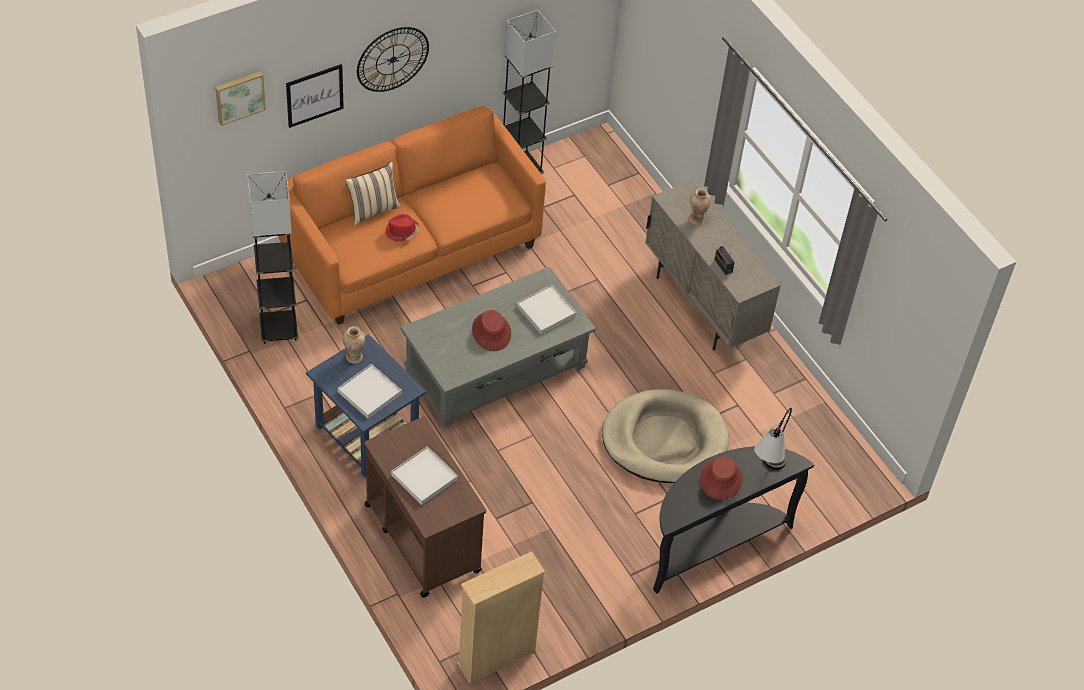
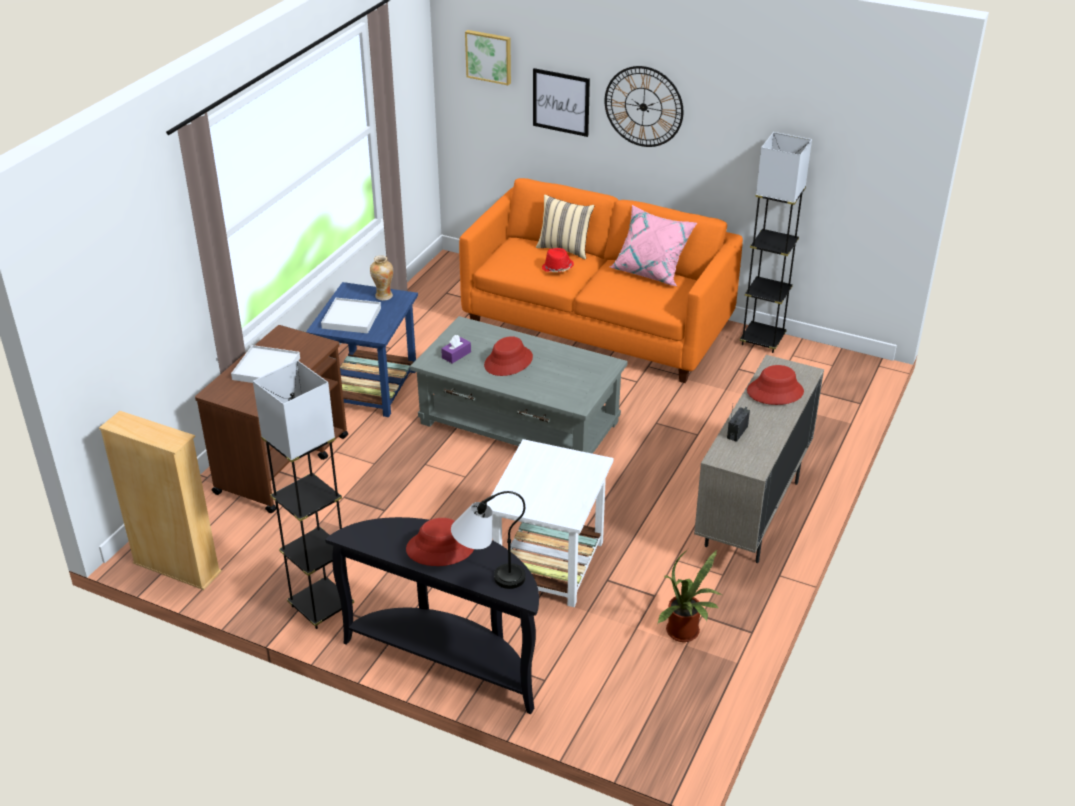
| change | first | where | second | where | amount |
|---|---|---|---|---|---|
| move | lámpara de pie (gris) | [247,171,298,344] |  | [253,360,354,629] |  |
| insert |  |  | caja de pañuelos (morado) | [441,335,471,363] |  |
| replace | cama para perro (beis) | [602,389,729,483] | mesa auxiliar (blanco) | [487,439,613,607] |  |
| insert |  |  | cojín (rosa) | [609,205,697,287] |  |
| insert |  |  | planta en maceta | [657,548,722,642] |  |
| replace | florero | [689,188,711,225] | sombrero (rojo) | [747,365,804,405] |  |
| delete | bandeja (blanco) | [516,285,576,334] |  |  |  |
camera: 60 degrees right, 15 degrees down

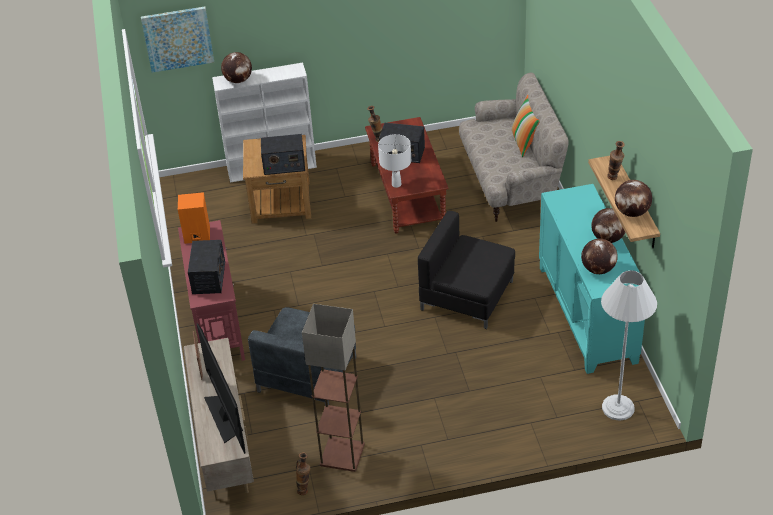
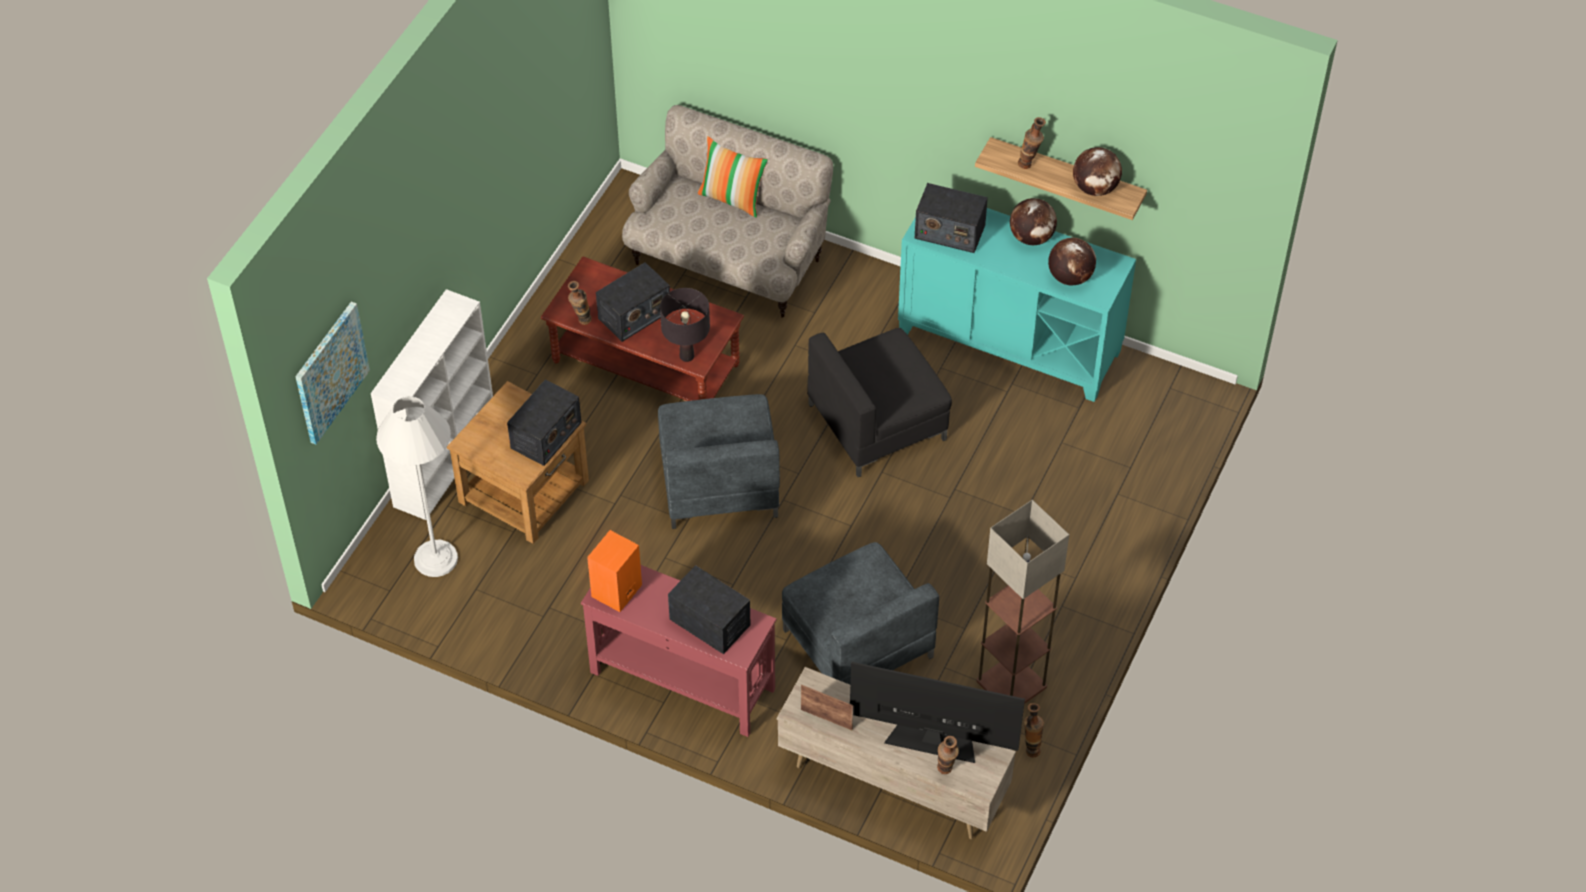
| change | first | where | second | where | amount |
|---|---|---|---|---|---|
| move | lámpara de pie (blanco) | [601,270,657,420] |  | [376,396,458,577] |  |
| insert |  |  | sillón (gris) | [658,394,780,529] |  |
| recolor | lámpara de mesa (blanco) | [378,134,411,188] | lámpara de mesa (negro) | [660,288,710,362] |  |
| insert |  |  | radio | [914,183,988,253] |  |
| insert |  |  | florero | [937,736,959,774] |  |
| delete | globo terráqueo | [221,52,252,83] |  |  |  |
camera: 55 degrees left, 10 degrees up

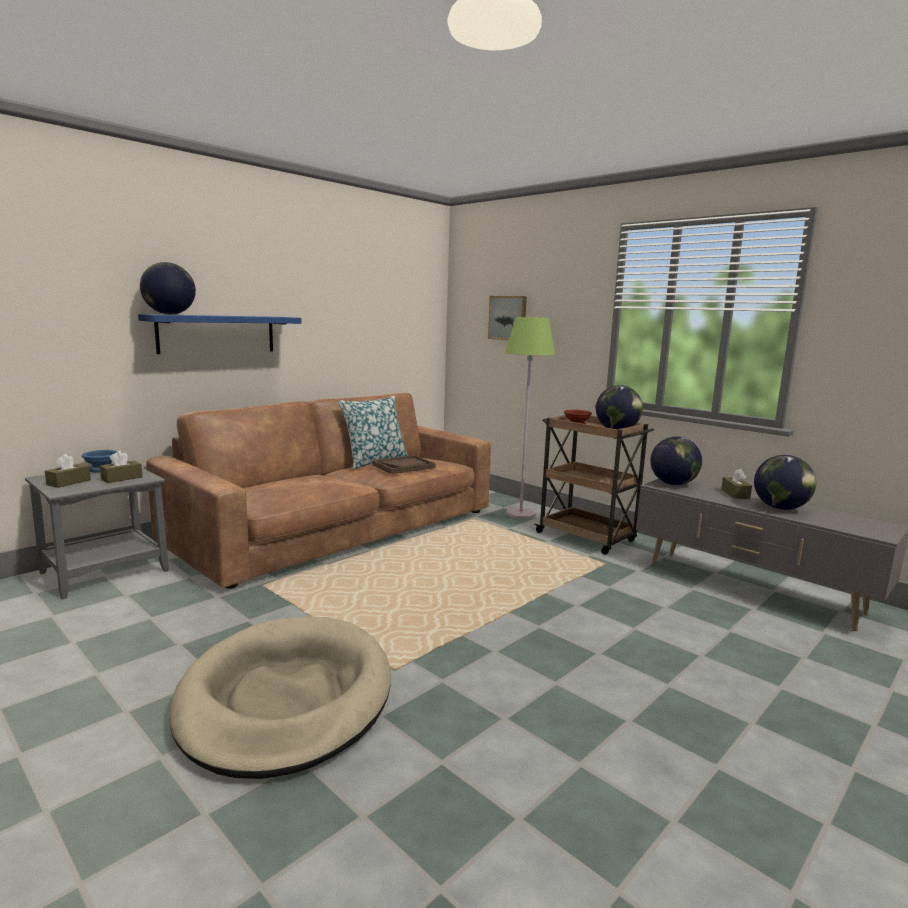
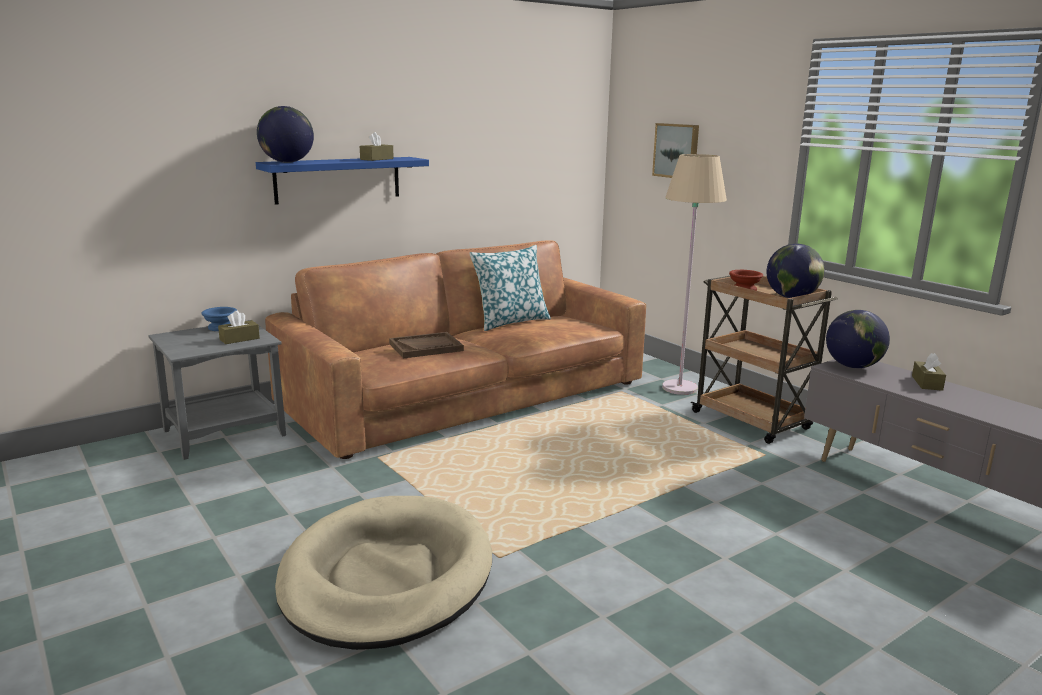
| change | first | where | second | where | amount |
|---|---|---|---|---|---|
| move | caja de pañuelos (marrón) | [45,454,91,488] |  | [360,132,394,161] |  |
| move | bandeja (marrón) | [372,455,436,474] |  | [389,332,464,358] |  |
| recolor | lámpara de pie (verde) | [505,317,556,519] | lámpara de pie (beis) | [662,154,727,395] |  |
| delete | globo terráqueo | [754,455,816,510] |  |  |  |
camera: 10 degrees right, 5 degrees up

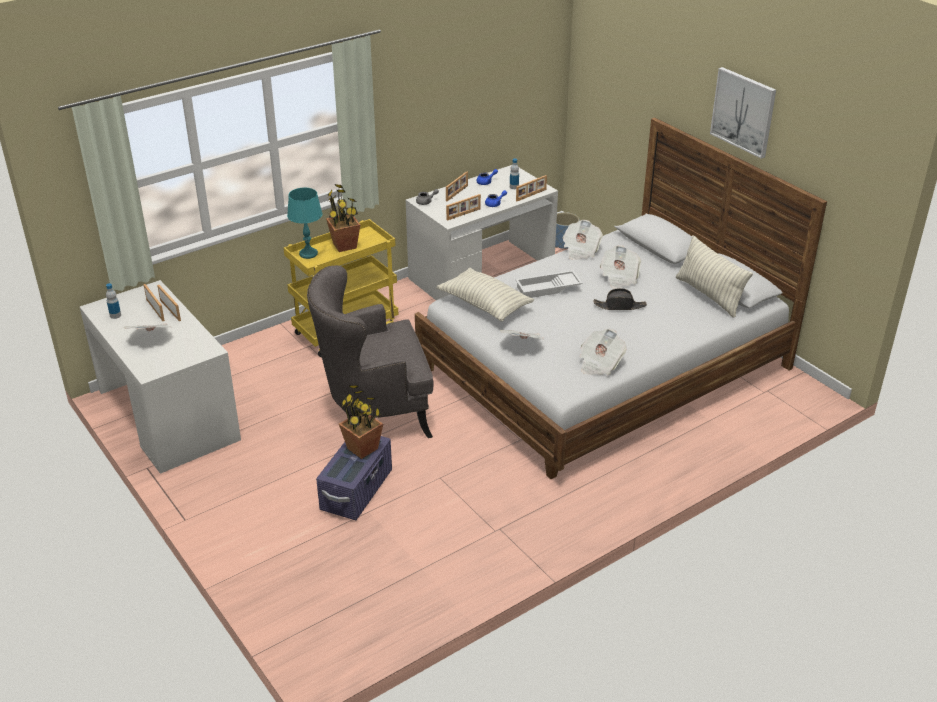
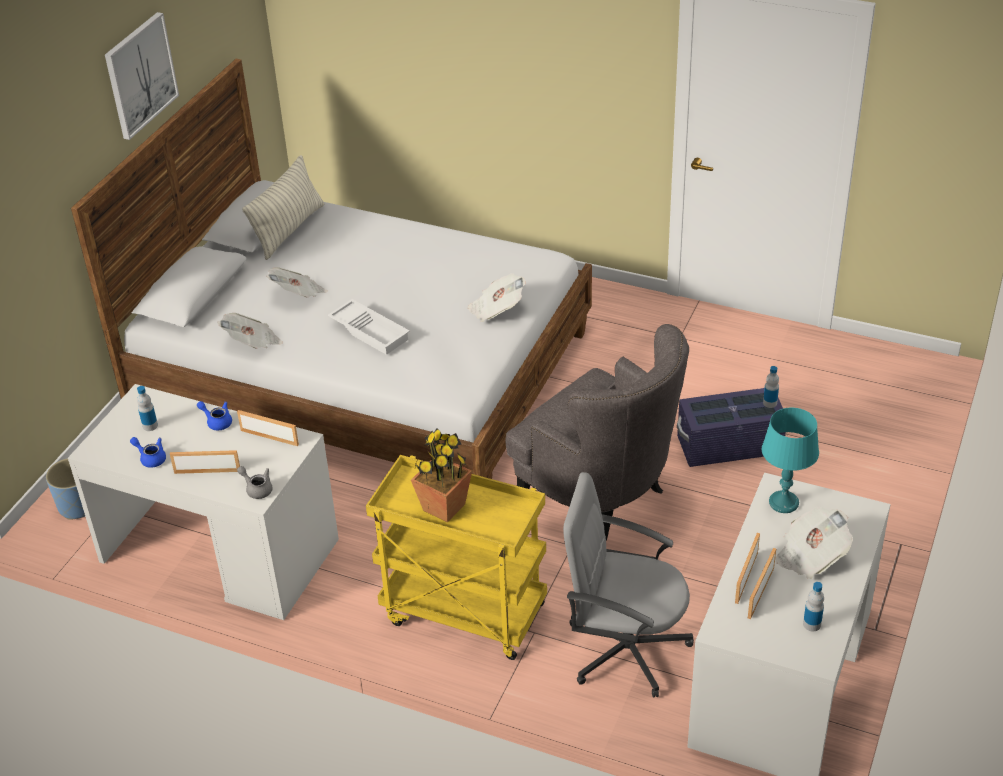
| change | first | where | second | where | amount |
|---|---|---|---|---|---|
| insert |  |  | silla de oficina (gris) | [563,472,694,698] |  |
| move | lámpara de mesa (turquesa) | [287,188,322,259] |  | [762,408,819,513] |  |
| insert |  |  | botella | [763,366,779,408] |  |
| delete | planta en maceta | [339,385,383,459] |  |  |  |
| delete | cojín | [436,268,534,322] |  |  |  |
| delete | portarretratos | [516,175,547,201] |  |  |  |
| delete | periódico | [580,329,626,375] |  |  |  |
| delete | sombrero (negro) | [594,288,647,310] |  |  |  |
camera: 120 degrees left, 5 degrees up

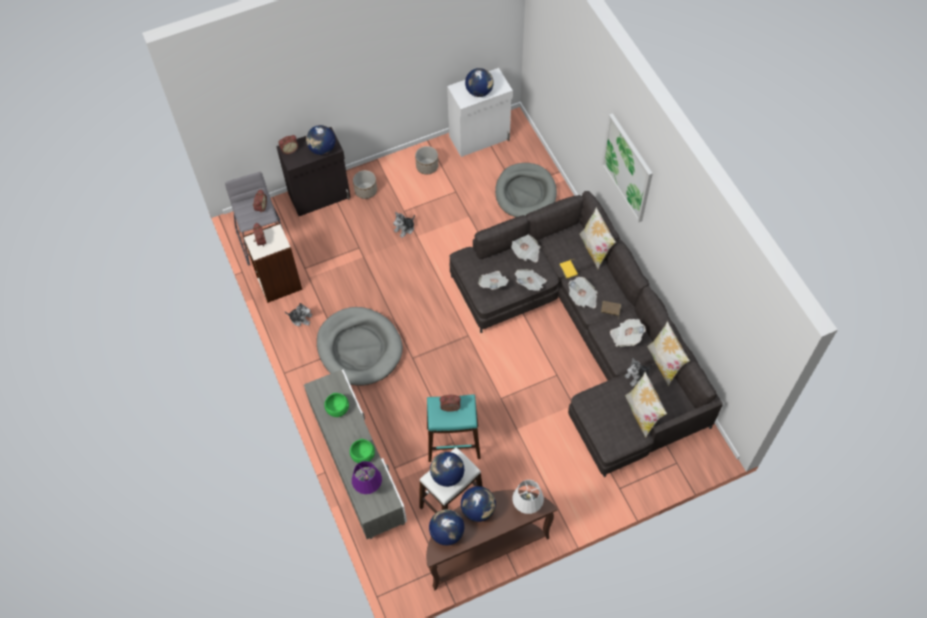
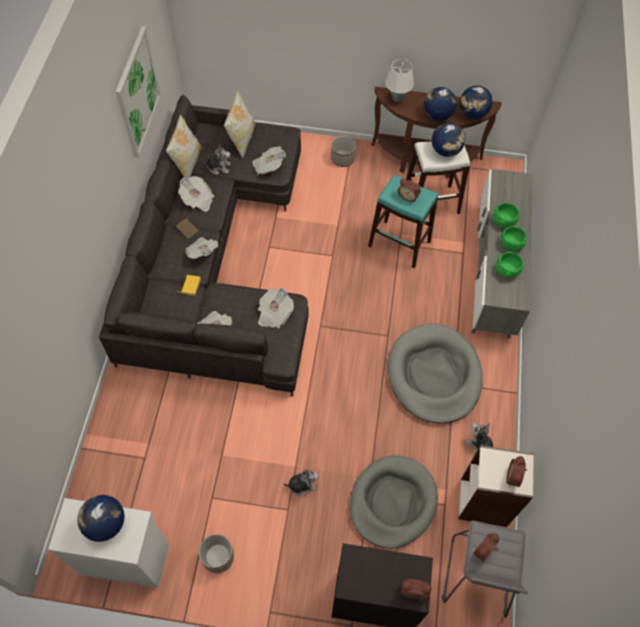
| change | first | where | second | where | amount |
|---|---|---|---|---|---|
| move | cuadro | [601,113,653,223] |  | [116,26,161,158] |  |
| move | periódico | [515,269,547,291] |  | [252,146,286,175] |  |
| move | maceta | [353,170,377,199] |  | [331,136,356,167] |  |
| move | cama para perro (gris) | [495,163,557,217] |  | [350,455,438,549] |  |
| insert |  |  | cuenco (verde) | [501,226,527,252] |  |
| delete | globo terráqueo | [306,125,335,155] |  |  |  |
| delete | lámpara de mesa (morado) | [352,461,382,494] |  |  |  |
| delete | cojín | [579,207,616,269] |  |  |  |
camera: 150 degrees left, 0 degrees up

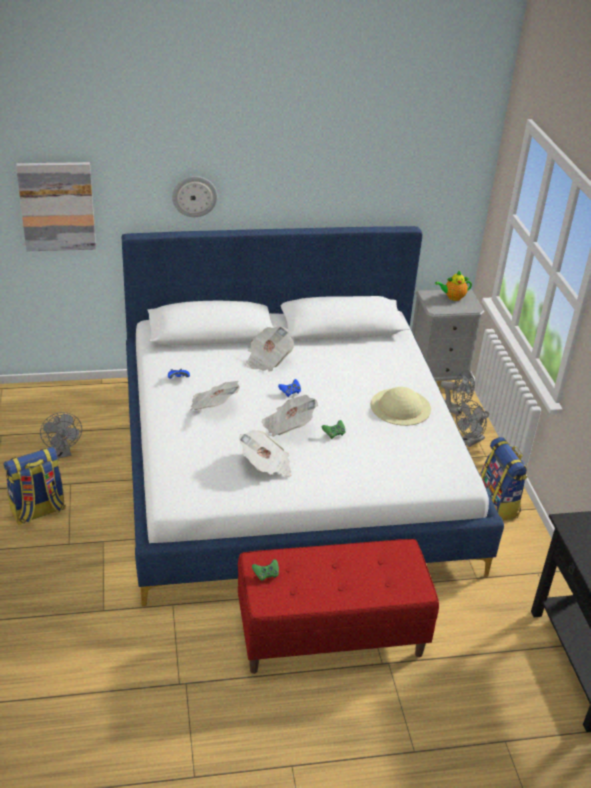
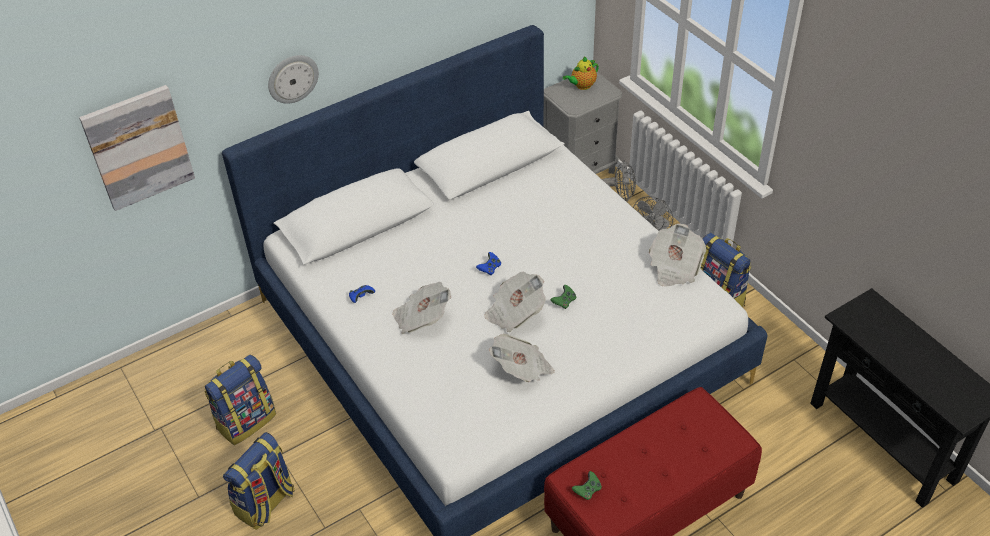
| change | first | where | second | where | amount |
|---|---|---|---|---|---|
| replace | ventilador (gris) | [40,412,82,458] | mochila | [204,355,276,445] |  |
| move | periódico | [245,326,294,372] |  | [649,224,706,286] |  |
| delete | sombrero (beis) | [371,387,431,426] |  |  |  |
camera: 20 degrees left, 10 degrees up

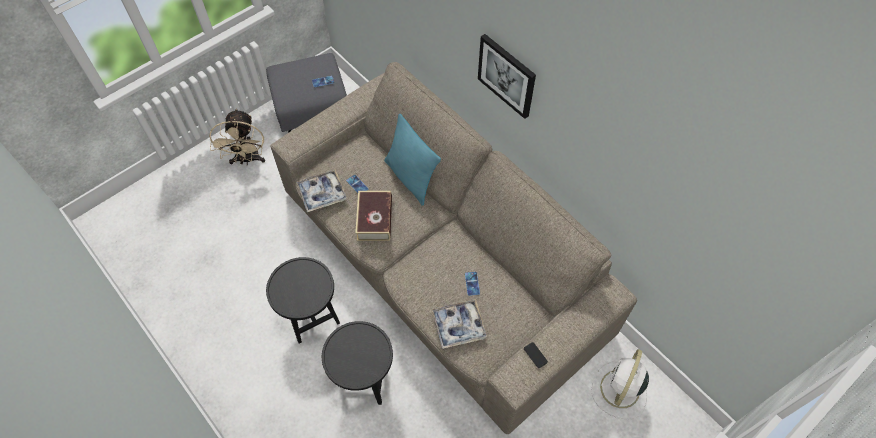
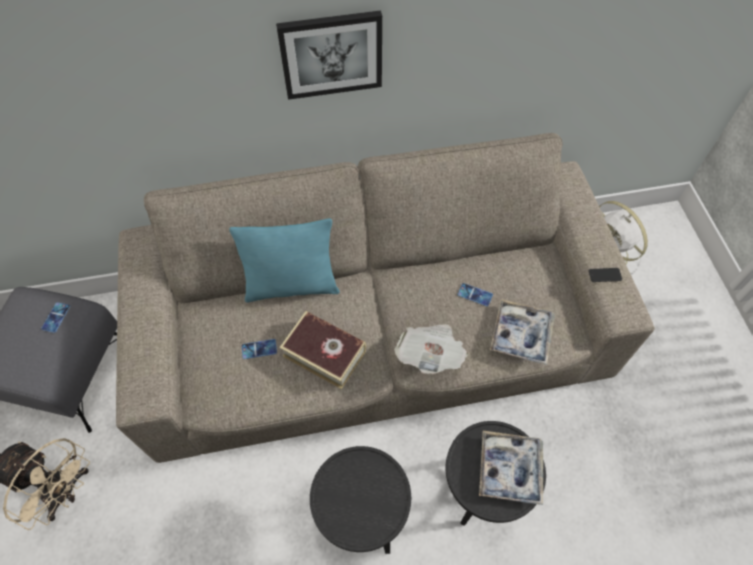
| change | first | where | second | where | amount |
|---|---|---|---|---|---|
| insert |  |  | periódico | [394,324,468,374] |  |
| move | bandeja | [296,169,347,213] |  | [479,431,543,505] |  |
camera: 60 degrees left, 0 degrees up

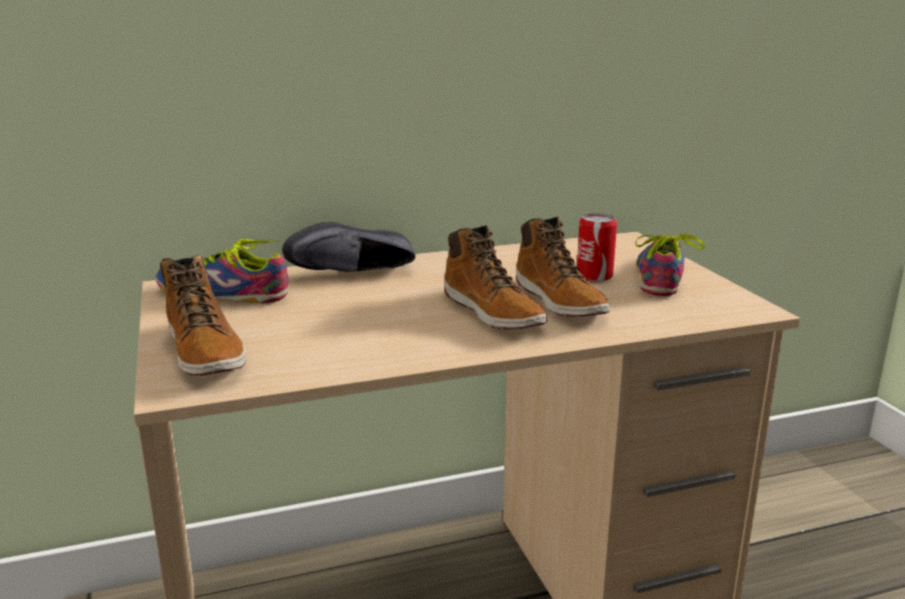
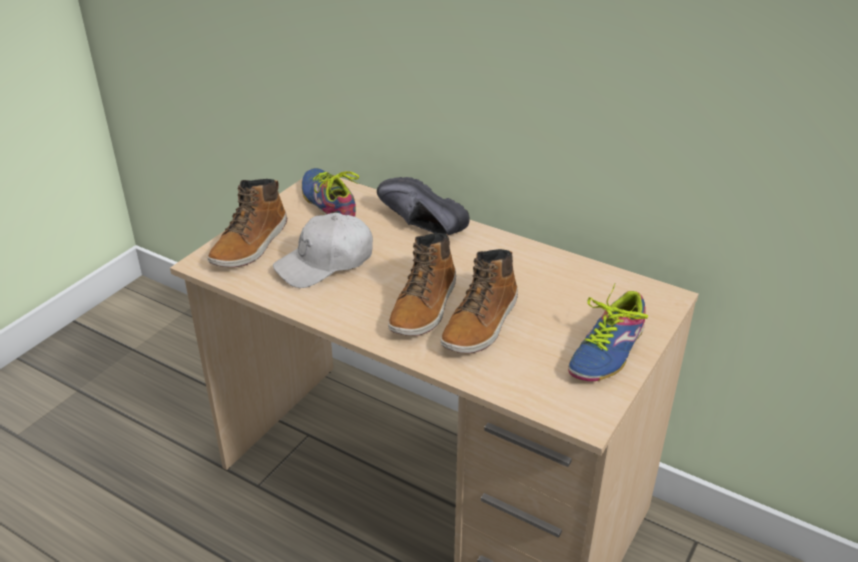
| change | first | where | second | where | amount |
|---|---|---|---|---|---|
| insert |  |  | gorra (blanco) | [273,213,373,288] |  |
| rotate | zapato | [635,234,705,296] |  | [568,284,648,381] | 150 degrees clockwise |
| delete | lata | [577,213,617,282] |  |  |  |
camera: 50 degrees right, 15 degrees up

